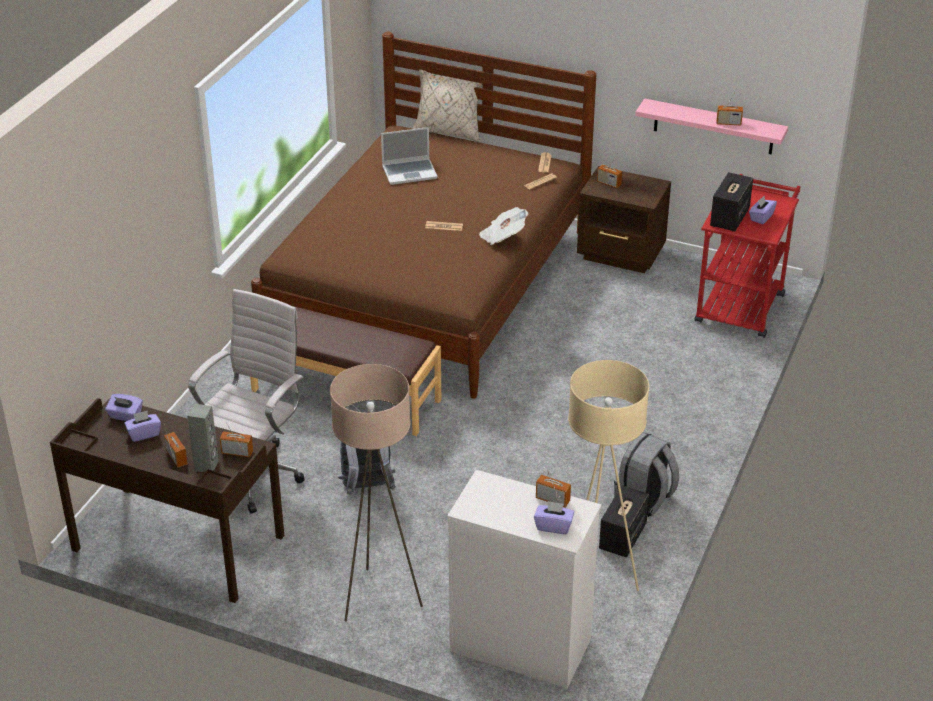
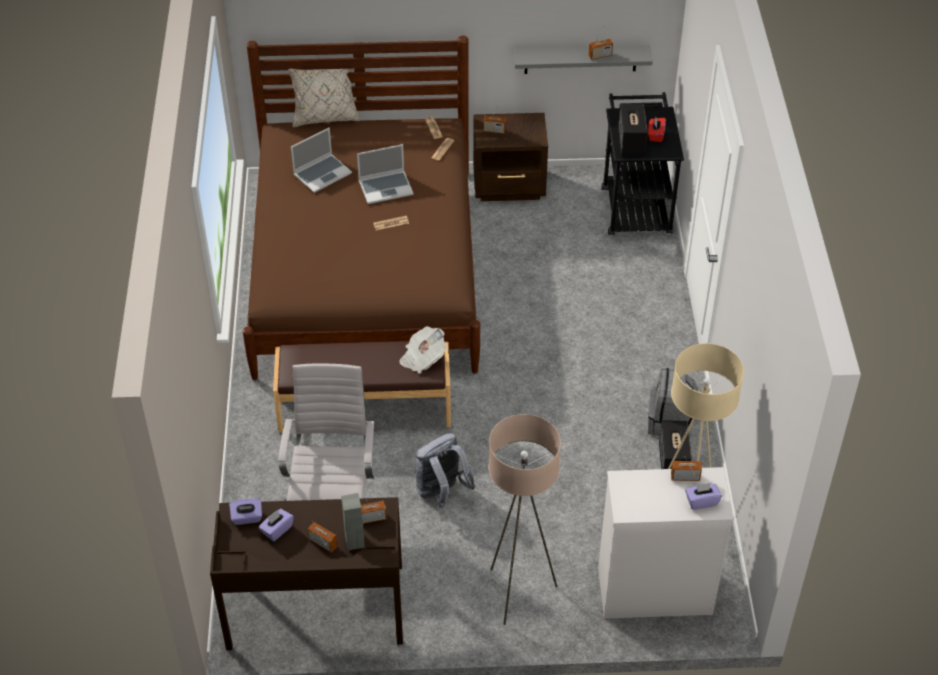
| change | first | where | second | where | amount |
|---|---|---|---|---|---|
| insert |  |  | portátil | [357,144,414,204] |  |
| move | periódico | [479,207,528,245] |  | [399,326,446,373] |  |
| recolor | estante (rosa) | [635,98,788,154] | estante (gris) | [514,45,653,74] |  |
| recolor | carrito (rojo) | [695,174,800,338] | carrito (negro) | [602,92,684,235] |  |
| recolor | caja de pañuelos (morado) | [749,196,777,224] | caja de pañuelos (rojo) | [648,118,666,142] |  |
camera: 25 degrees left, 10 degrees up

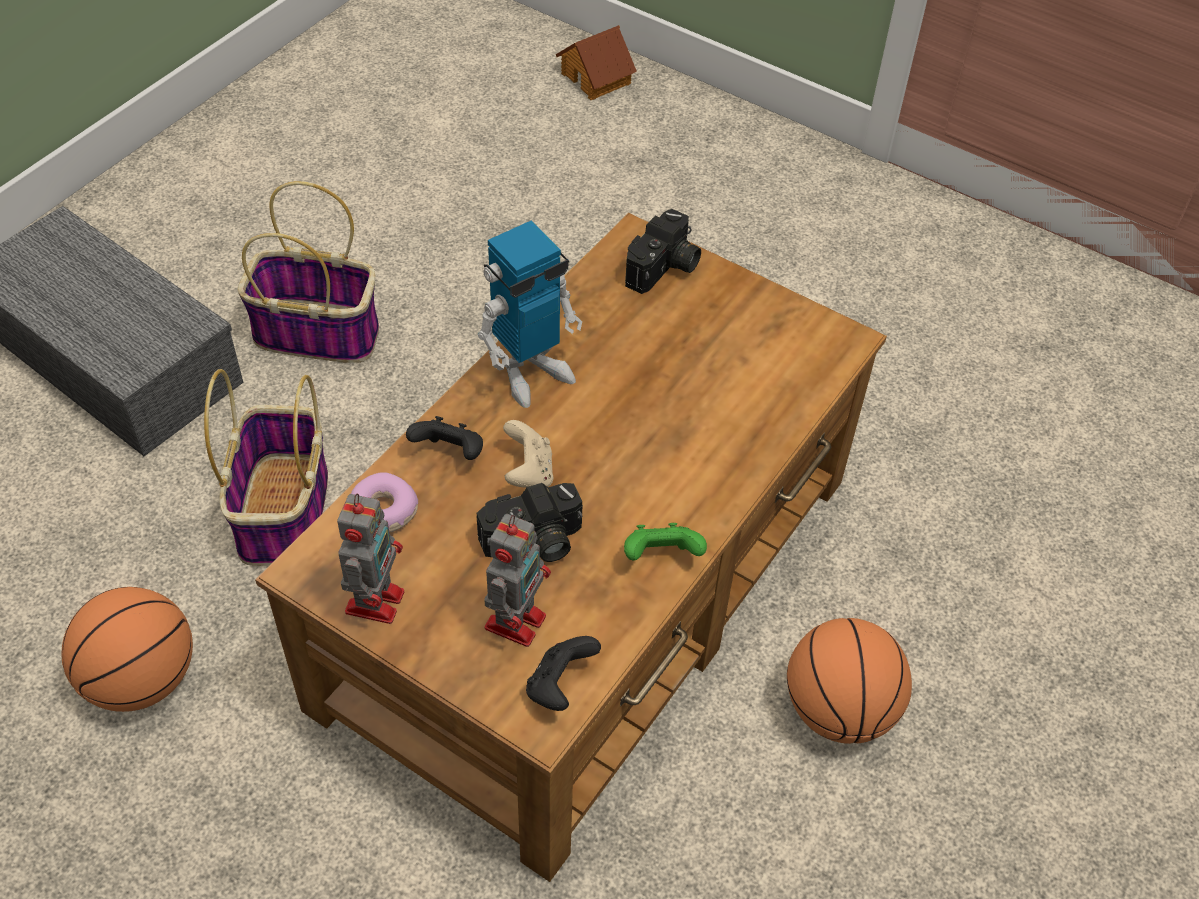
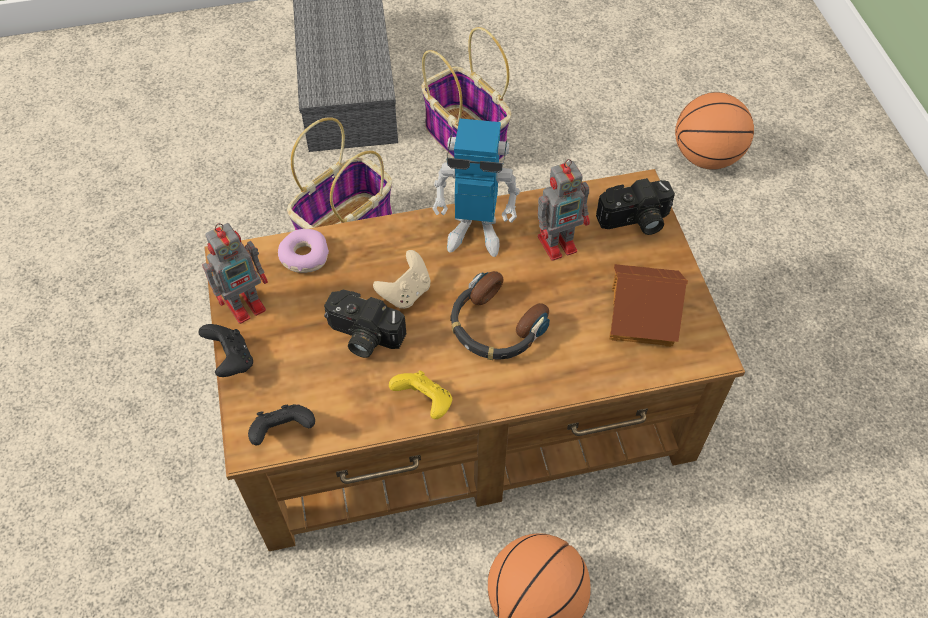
| change | first | where | second | where | amount |
|---|---|---|---|---|---|
| move | mando de consola (negro) | [406,416,483,460] |  | [198,324,253,377] |  |
| recolor | mando de consola (verde) | [624,523,707,561] | mando de consola (amarillo) | [389,371,452,419] |  |
| insert |  |  | auriculares | [451,271,550,360] |  |
| move | robot de juguete | [484,514,551,647] |  | [538,159,590,261] |  |
| move | casita | [556,25,637,100] |  | [609,264,688,347] |  |
| move | balón de baloncesto | [62,587,193,712] |  | [675,92,754,170] |  |
camera: 45 degrees right, 5 degrees up

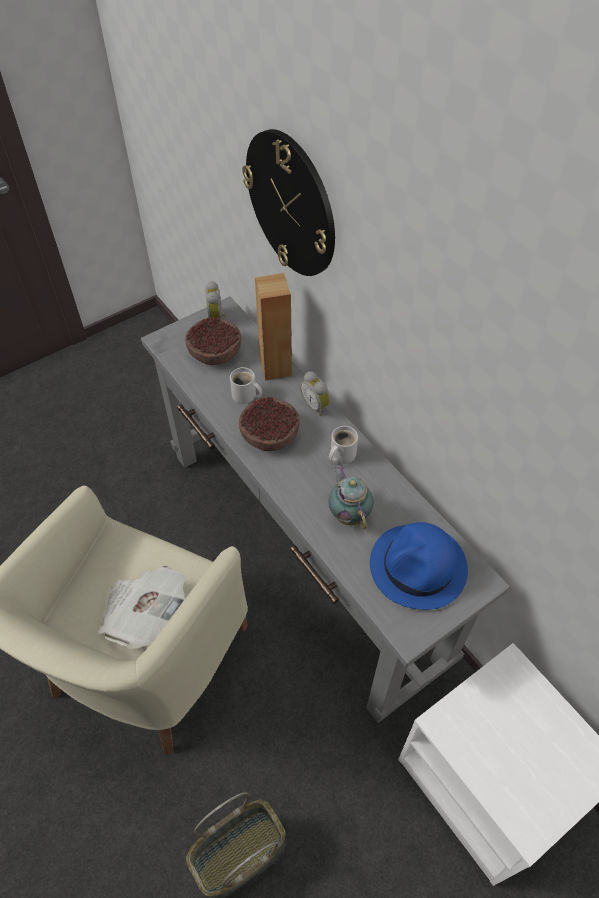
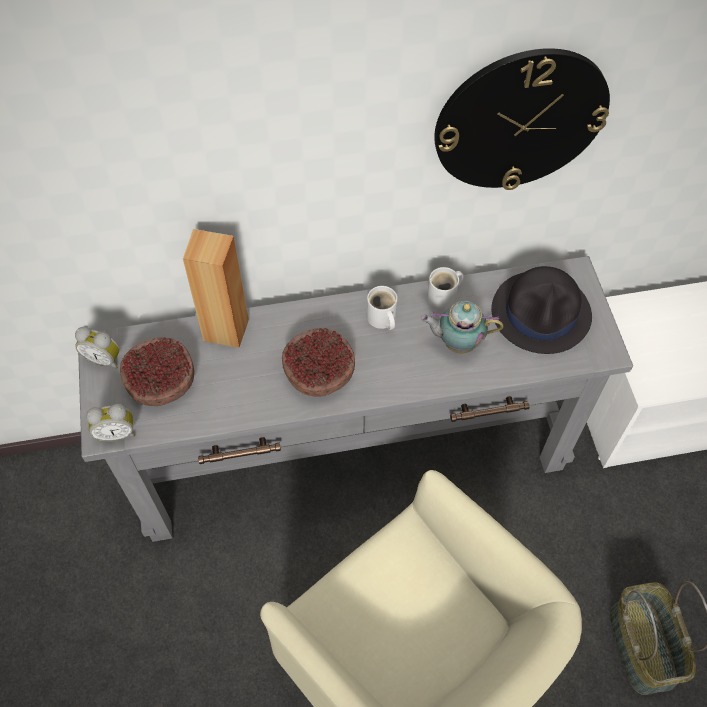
| change | first | where | second | where | amount |
|---|---|---|---|---|---|
| move | despertador | [300,371,330,416] |  | [86,404,135,442] |  |
| move | taza grande (blanco) | [230,367,262,404] |  | [427,267,464,310] |  |
| move | reloj de pared | [242,129,335,276] |  | [434,48,610,190] |  |
| recolor | sombrero (azul) | [370,522,468,610] | sombrero (negro) | [491,266,592,354] |  |
| delete | periódico | [98,566,186,649] |  |  |  |
camera: 65 degrees left, 5 degrees up

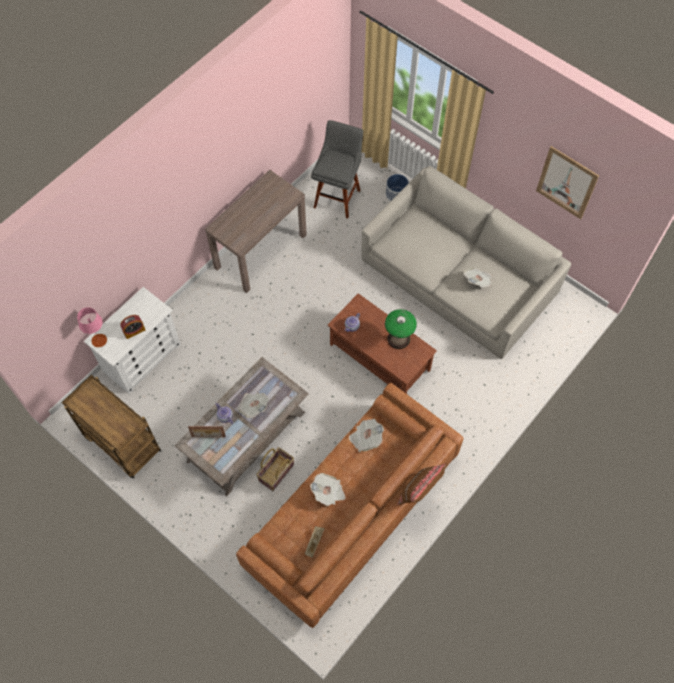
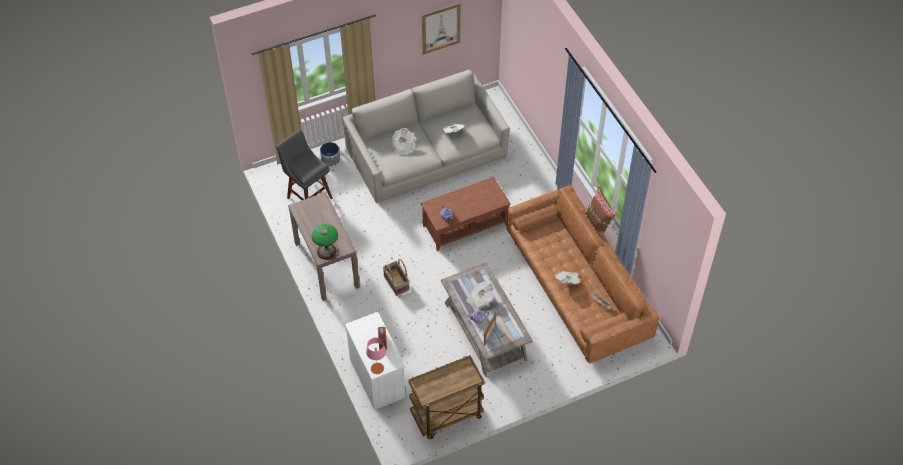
| change | first | where | second | where | amount |
|---|---|---|---|---|---|
| move | lámpara de mesa | [385,309,417,349] |  | [311,224,338,259] |  |
| move | cesta | [256,447,294,491] |  | [383,259,410,296] |  |
| move | periódico | [349,419,384,452] |  | [391,128,415,155] |  |
camera: 65 degrees left, 10 degrees down

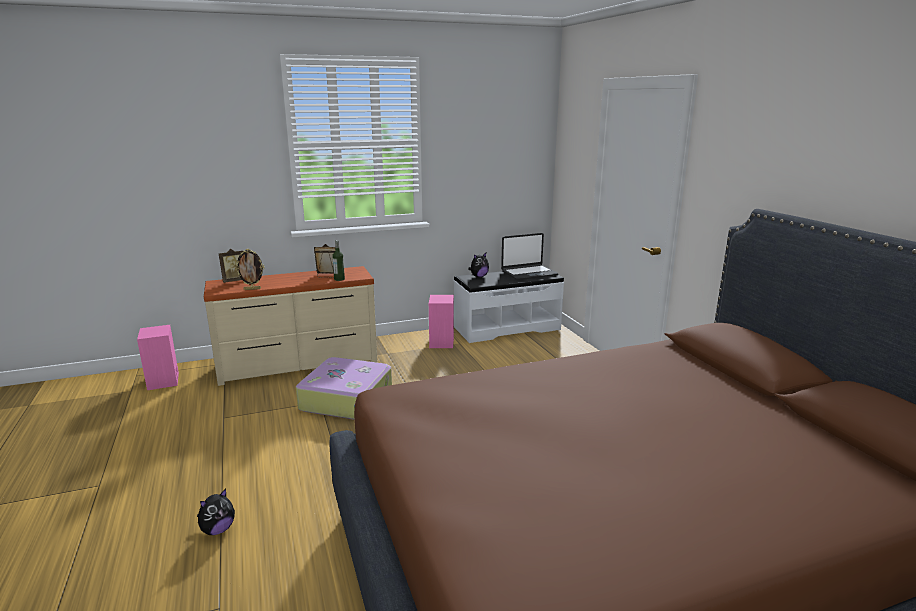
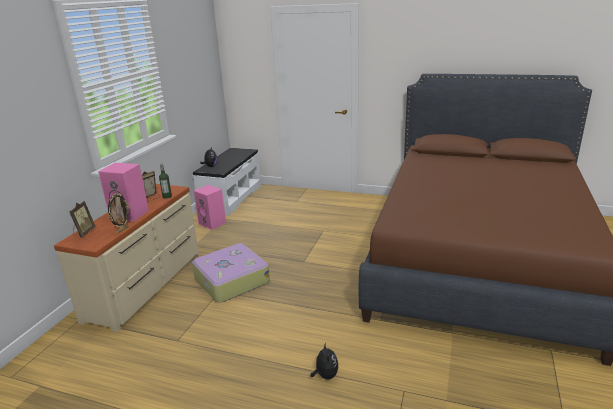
| change | first | where | second | where | amount |
|---|---|---|---|---|---|
| move | altavoz (rosa) | [137,325,179,390] |  | [98,163,149,221] |  |
| delete | portátil | [501,233,559,280] |  |  |  |
camera: 50 degrees left, 5 degrees up

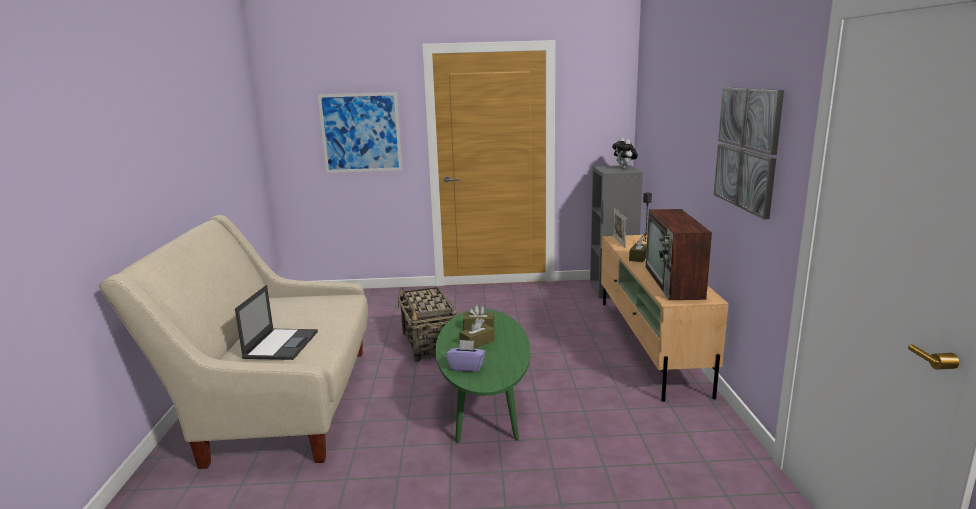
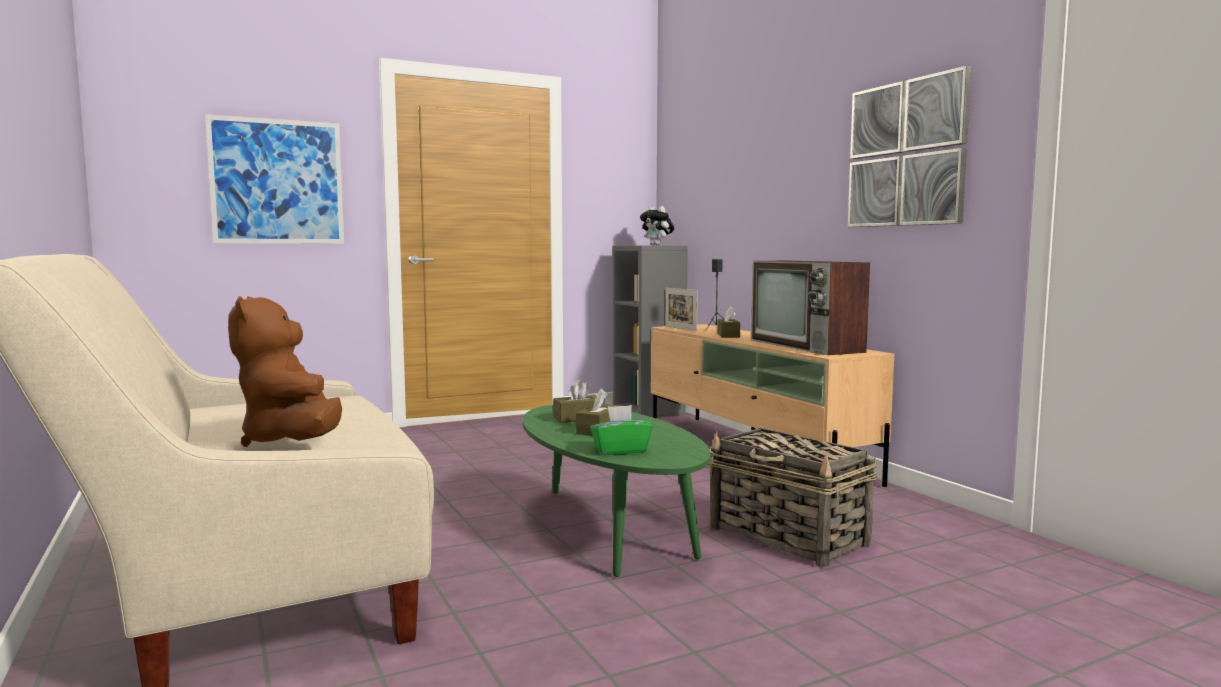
| change | first | where | second | where | amount |
|---|---|---|---|---|---|
| replace | portátil | [235,285,318,360] | peluche (marrón) | [228,296,342,447] |  |
| recolor | caja de pañuelos (morado) | [446,340,486,372] | caja de pañuelos (verde) | [590,405,653,455] |  |
| move | cesta | [398,287,458,362] |  | [708,428,877,568] |  |
camera: 25 degrees left, 10 degrees down

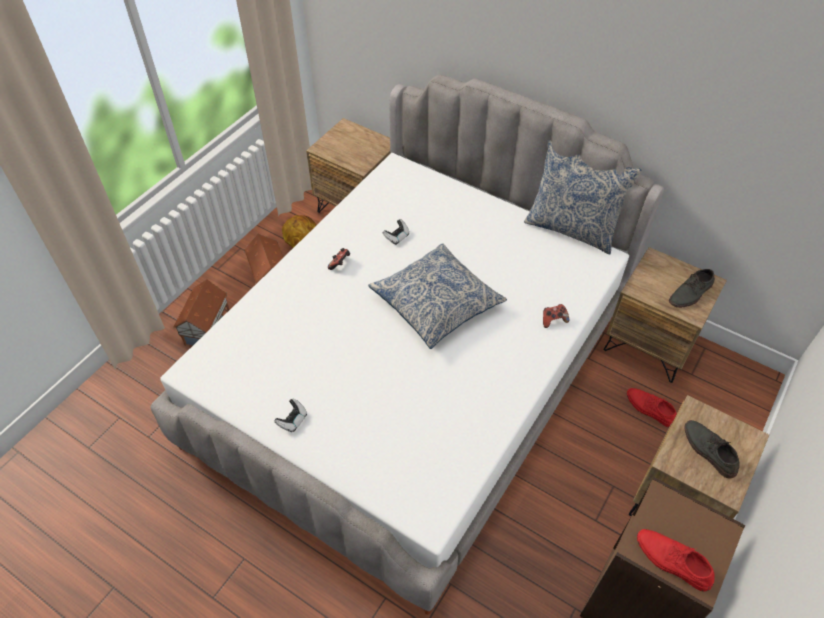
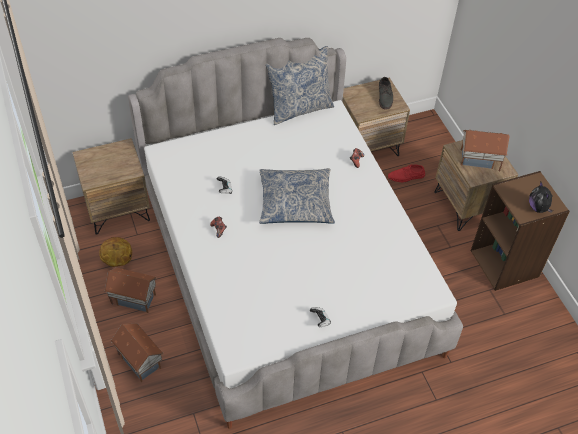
| change | first | where | second | where | amount |
|---|---|---|---|---|---|
| replace | zapato (gris) | [684,420,740,479] | casita | [461,130,510,171] |  |
| replace | zapato (rojo) | [637,529,714,592] | peluche | [529,182,553,213] |  |
camera: 55 degrees left, 0 degrees up

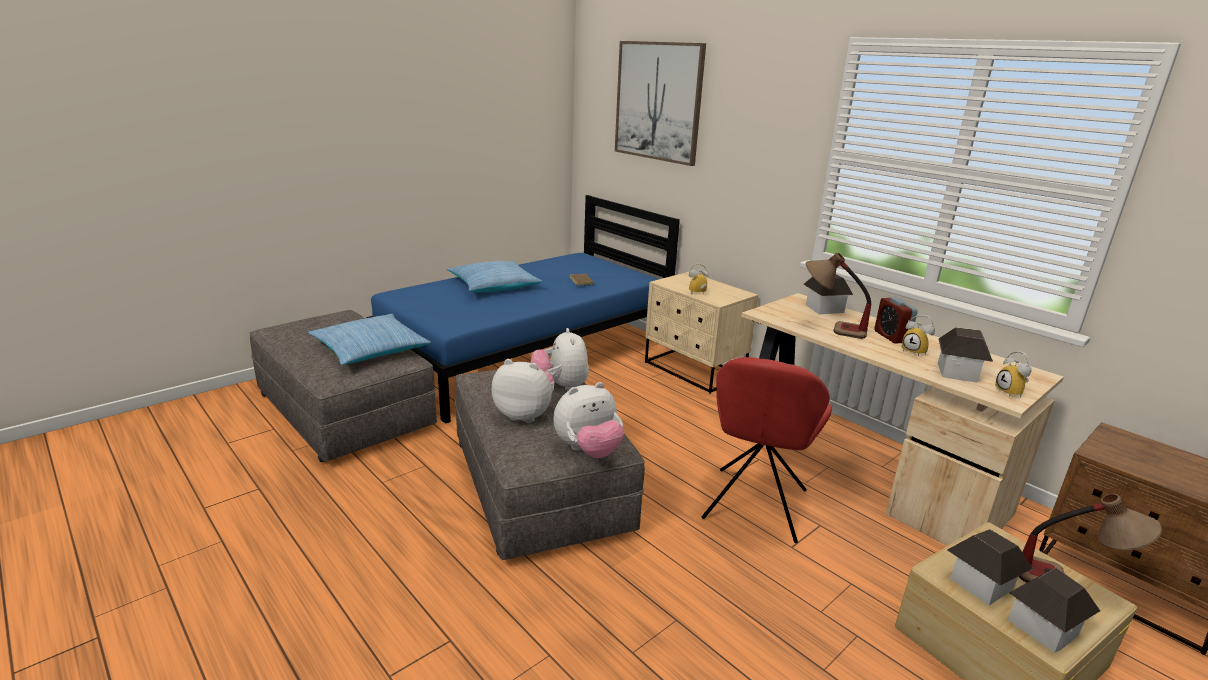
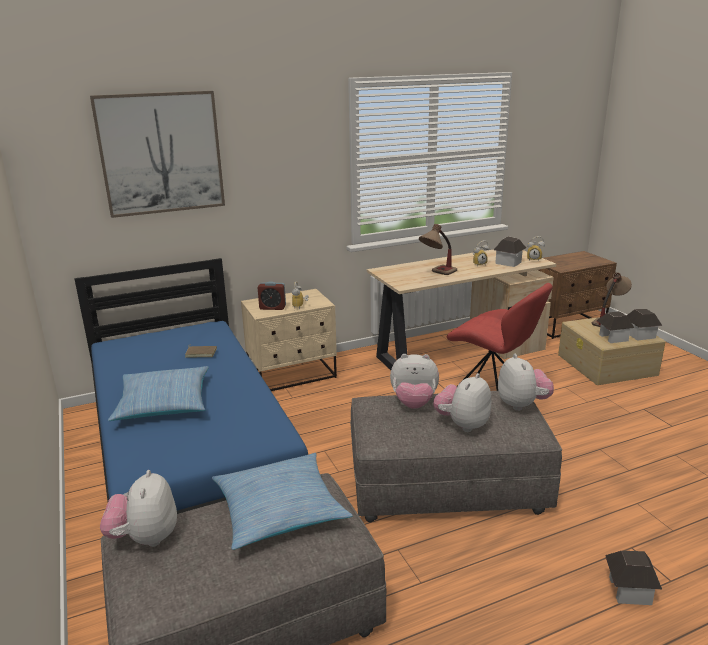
| change | first | where | second | where | amount |
|---|---|---|---|---|---|
| insert |  |  | peluche | [100,470,177,547] |  |
| move | despertador | [874,297,918,344] |  | [258,281,286,310] |  |
| move | casita | [804,274,853,314] |  | [605,551,662,605] |  |
camera: 70 degrees left, 0 degrees up

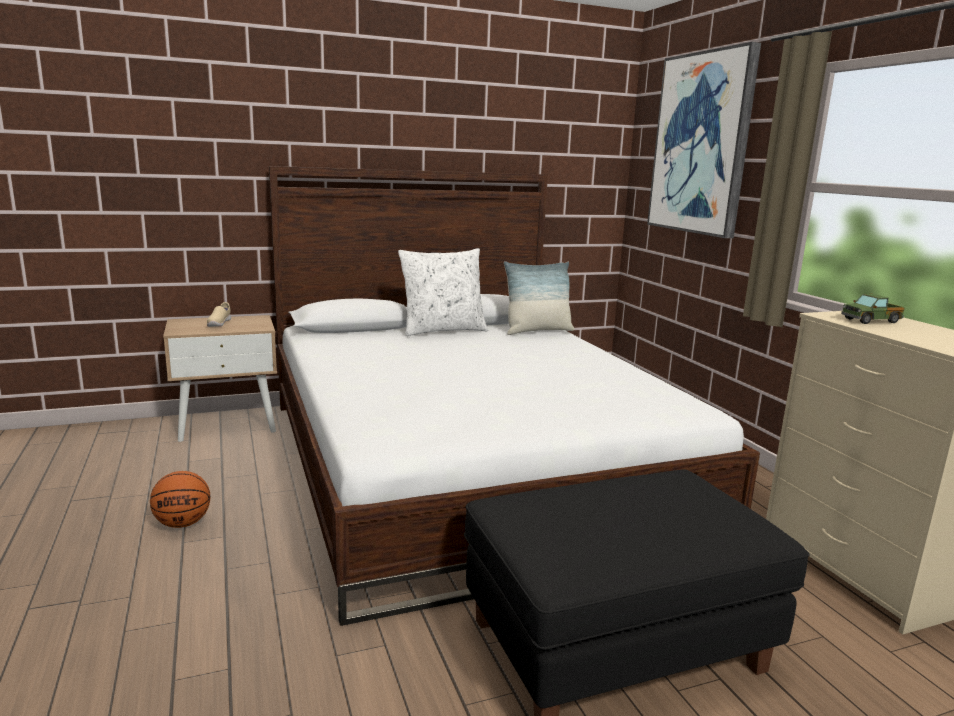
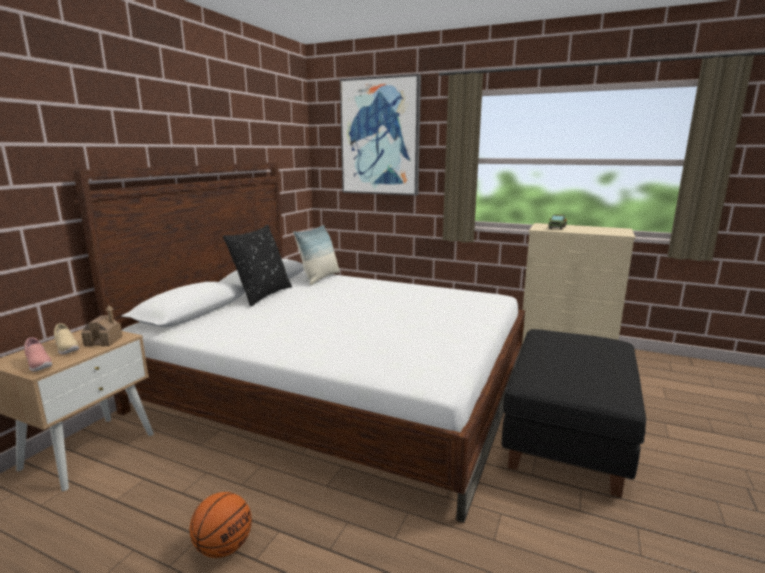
| change | first | where | second | where | amount |
|---|---|---|---|---|---|
| insert |  |  | zapato (rosa) | [24,337,53,372] |  |
| insert |  |  | casita | [81,306,123,346] |  |
| recolor | cojín (blanco) | [398,248,488,336] | cojín (negro) | [223,224,292,306] |  |
camera: 45 degrees left, 0 degrees up

